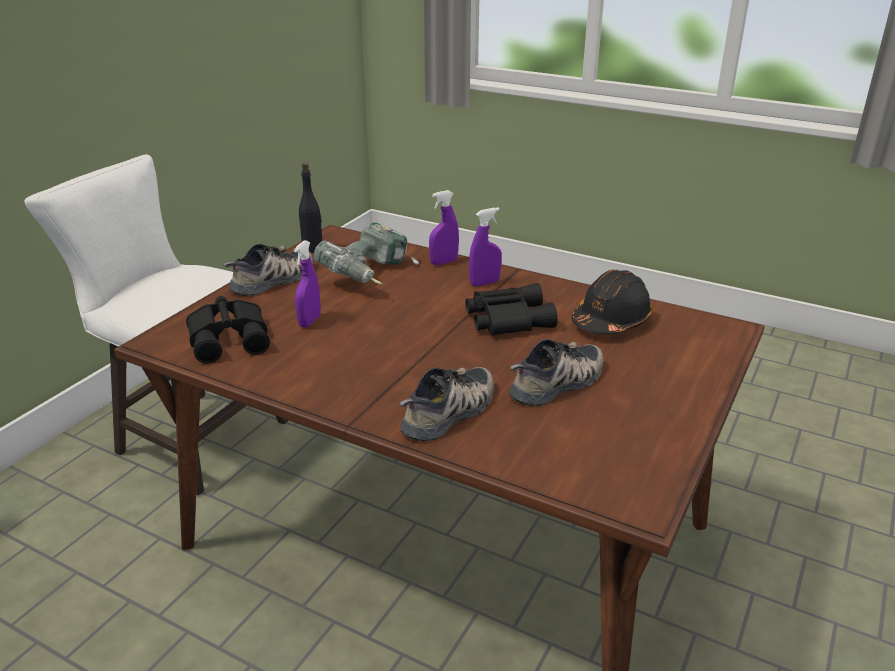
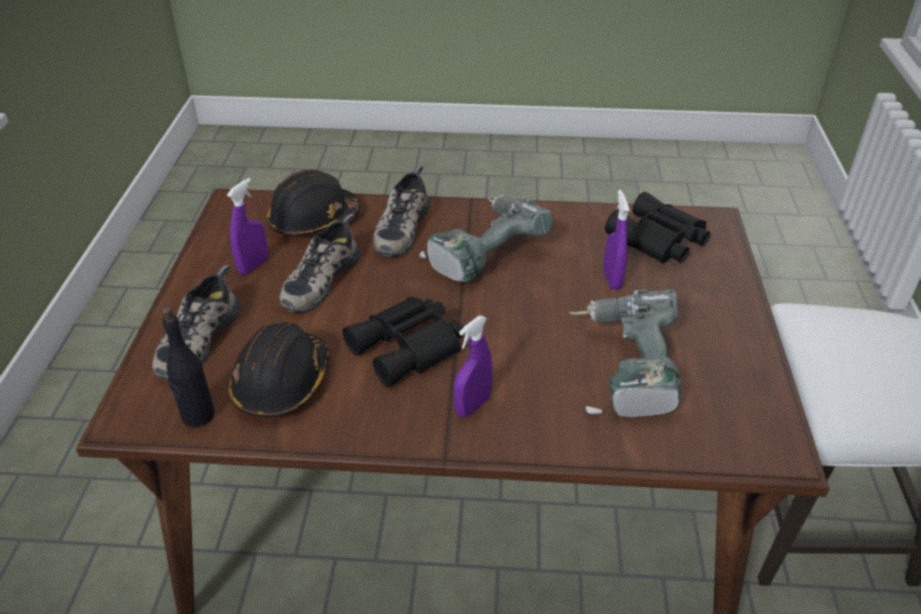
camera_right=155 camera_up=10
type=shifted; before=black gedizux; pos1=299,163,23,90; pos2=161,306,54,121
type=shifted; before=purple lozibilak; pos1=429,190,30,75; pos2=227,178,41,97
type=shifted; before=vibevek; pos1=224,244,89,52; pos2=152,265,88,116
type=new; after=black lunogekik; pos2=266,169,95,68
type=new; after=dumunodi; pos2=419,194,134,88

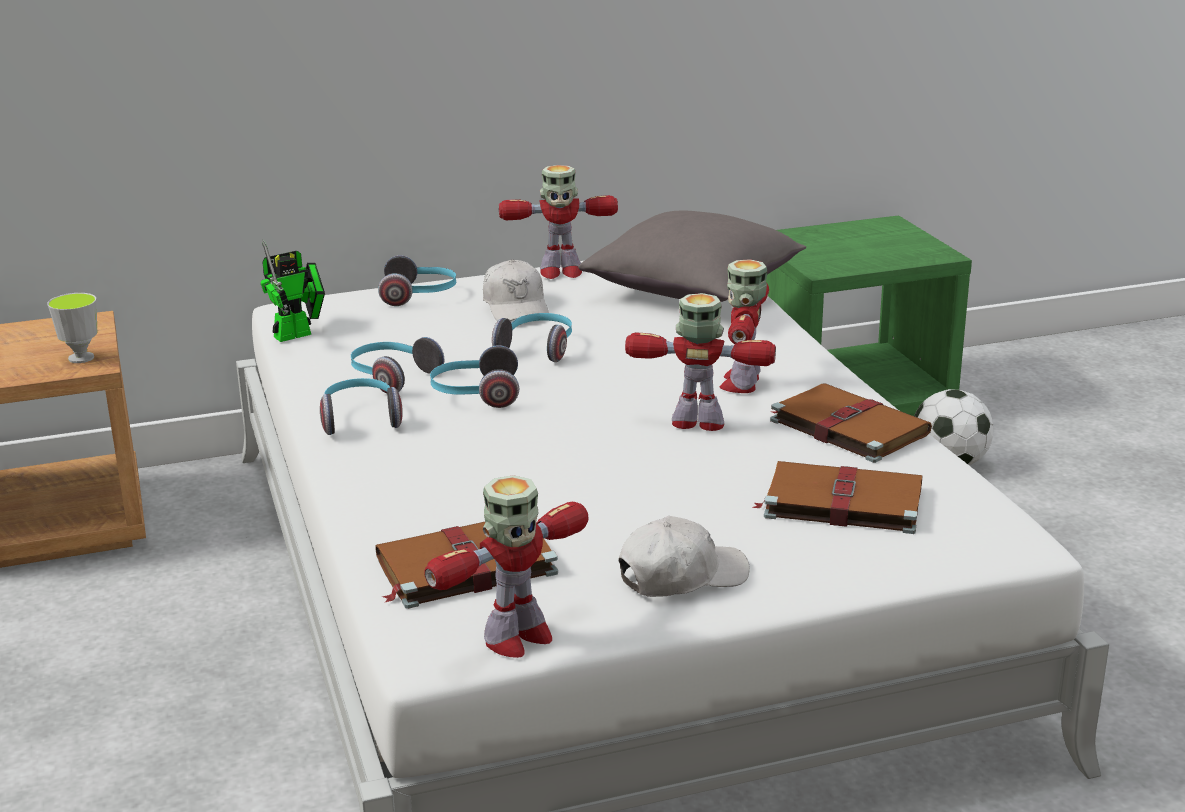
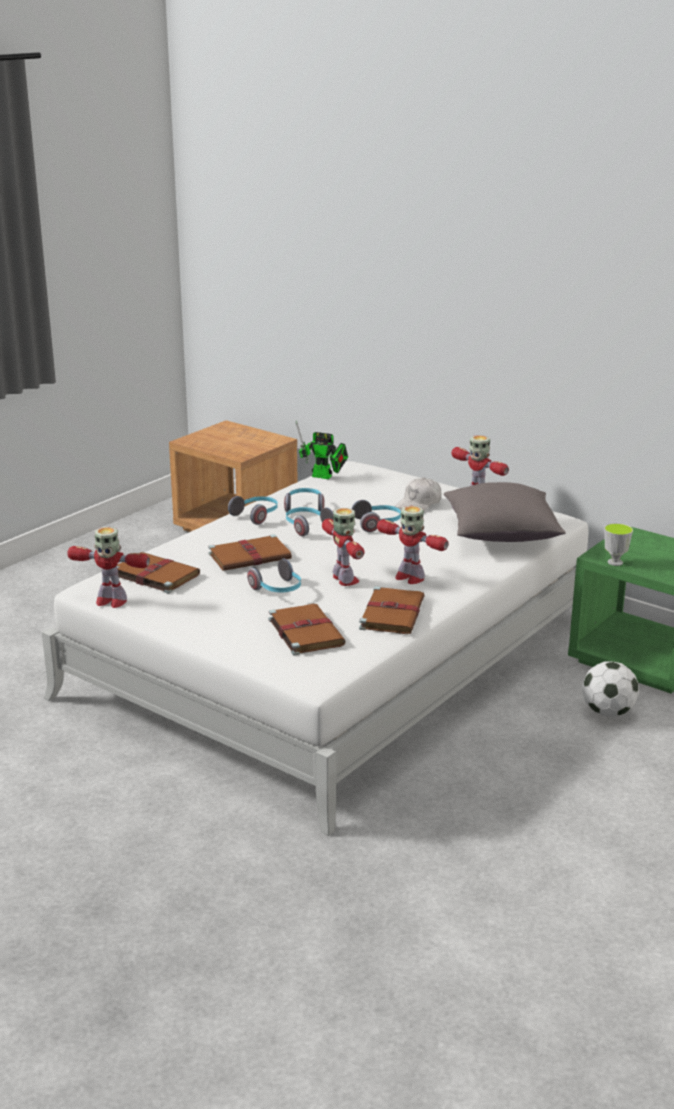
camera_right=55 camera_up=0
type=shifted; before=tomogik; pos1=378,255,78,51; pos2=247,559,54,34
type=rotated; before=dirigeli; pos1=720,259,49,134; pos2=377,506,72,78; turn=-120
type=shifted; before=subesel; pos1=47,293,50,70; pos2=604,523,29,43
type=gone; before=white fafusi; pos1=618,516,132,81
type=new; after=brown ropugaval; pos2=208,534,84,37

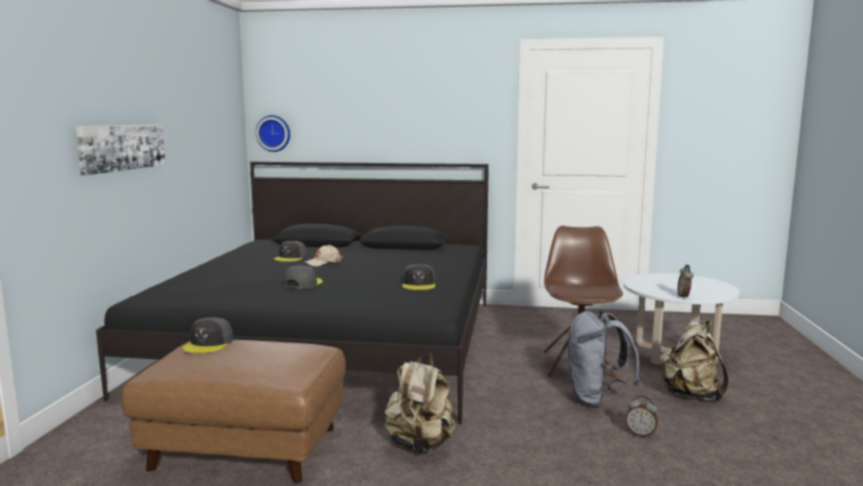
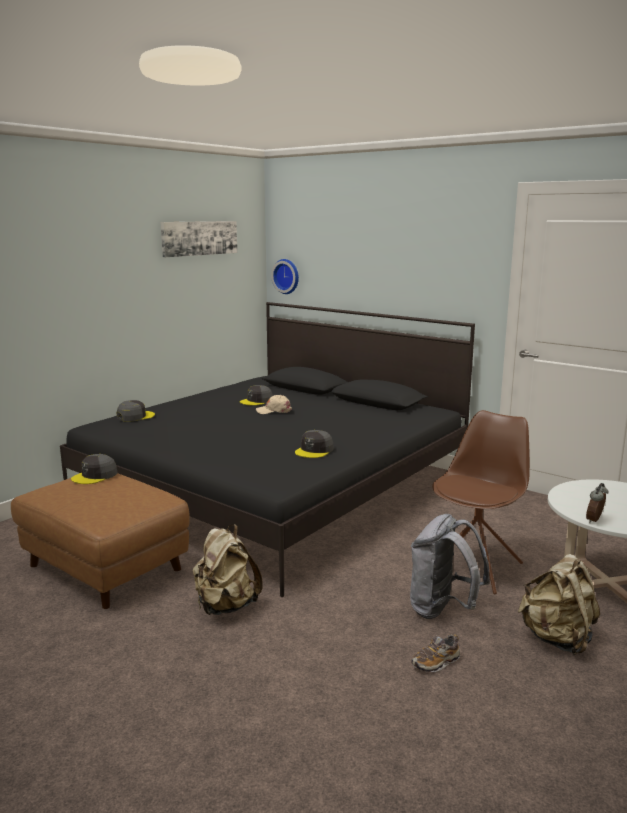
camera_right=30 camera_up=5
type=shifted; before=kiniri; pos1=76,124,89,51; pos2=160,221,77,36
type=shifted; before=grey fafusi; pos1=283,265,40,24; pos2=117,400,38,22
type=swapped; before=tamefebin; after=vibevek; pos1=625,396,33,41; pos2=411,634,49,38

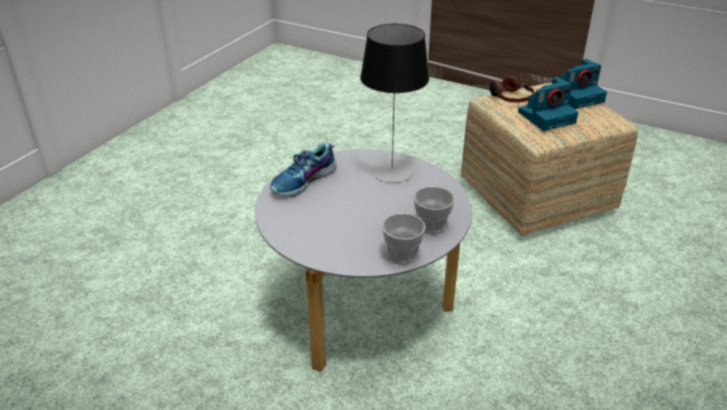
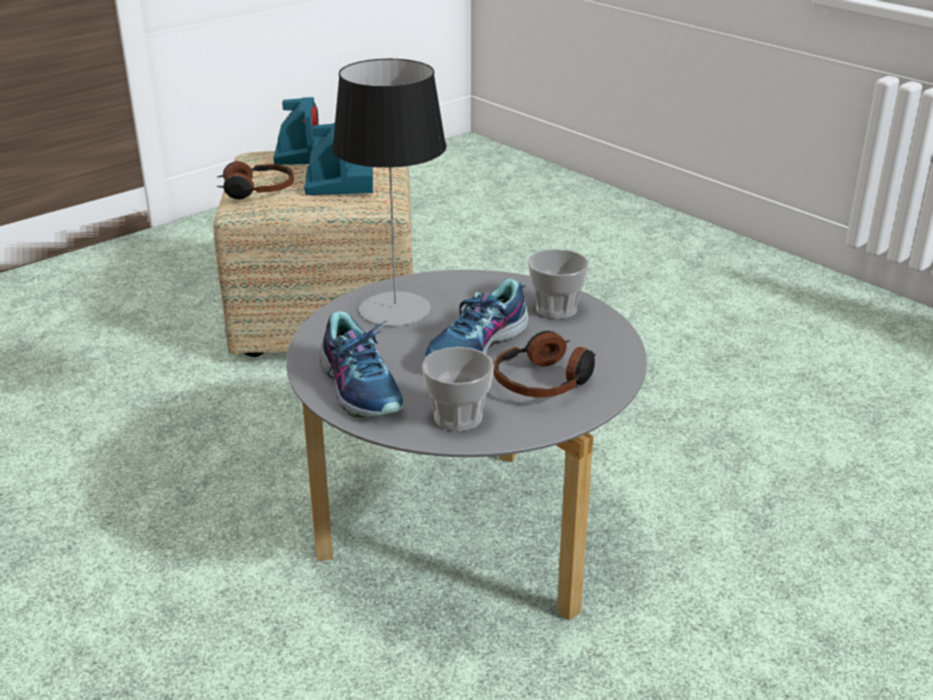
camera_right=-70 camera_up=-5
type=shifted; before=subesel; pos1=382,213,44,52; pos2=422,347,72,84
type=new; after=vibevek; pos2=424,278,104,80
type=new; after=tomogik; pos2=494,331,102,66

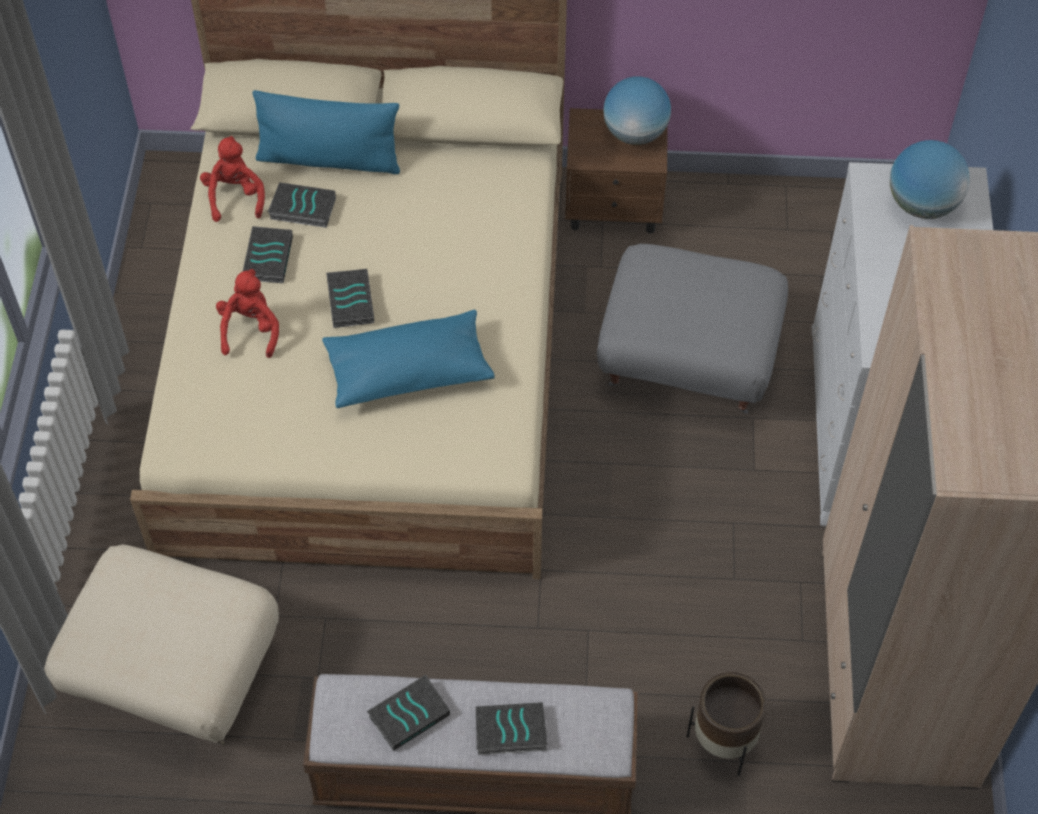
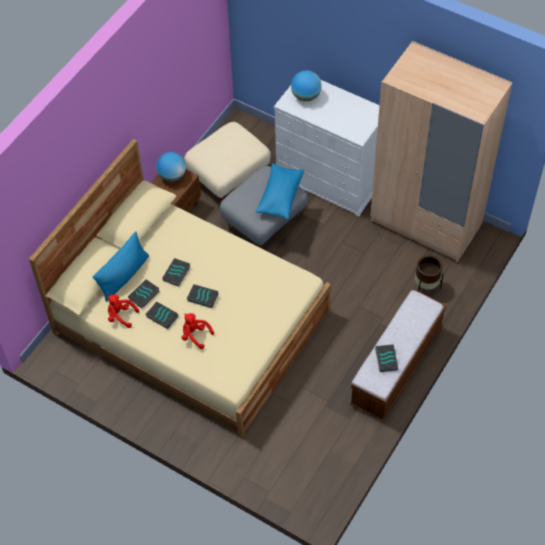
camera_right=-60 camera_up=0
type=shifted; before=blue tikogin; pos1=322,310,172,98; pos2=255,164,49,55
type=shifted; before=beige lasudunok; pos1=44,544,235,201; pos2=184,122,87,82
type=shifted; before=ropugaval; pos1=476,702,72,53; pos2=162,258,28,29

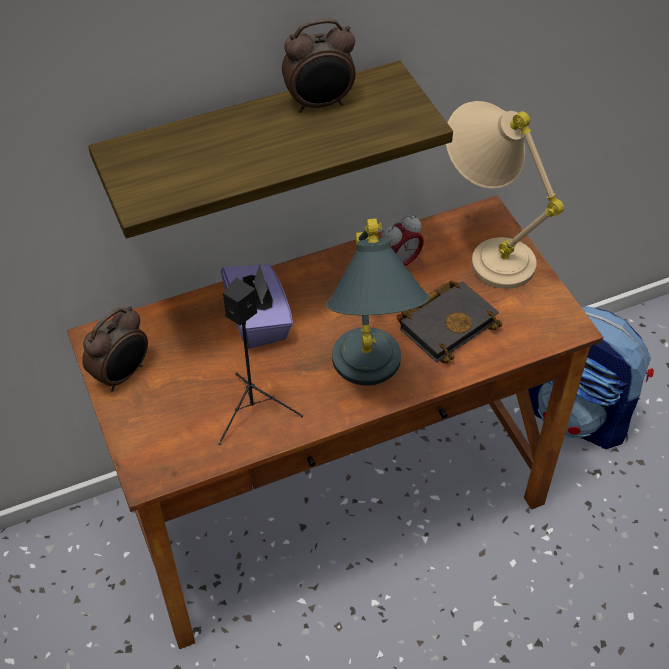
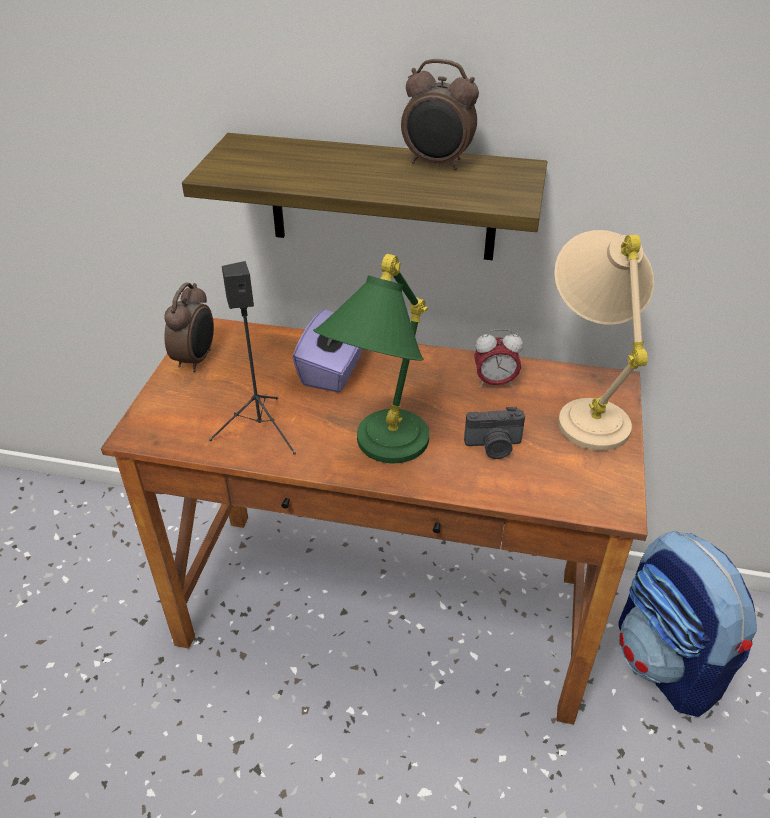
camera_right=35 camera_up=-10
type=repainted; before=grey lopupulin; after=green lopupulin; pos1=326,218,104,167; pos2=313,254,116,209
type=swapped; before=black ropugaval; after=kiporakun; pos1=397,280,105,83; pos2=464,407,61,52
type=rotated; before=tamefebin; pos1=82,306,66,86; pos2=164,283,50,89; turn=-60

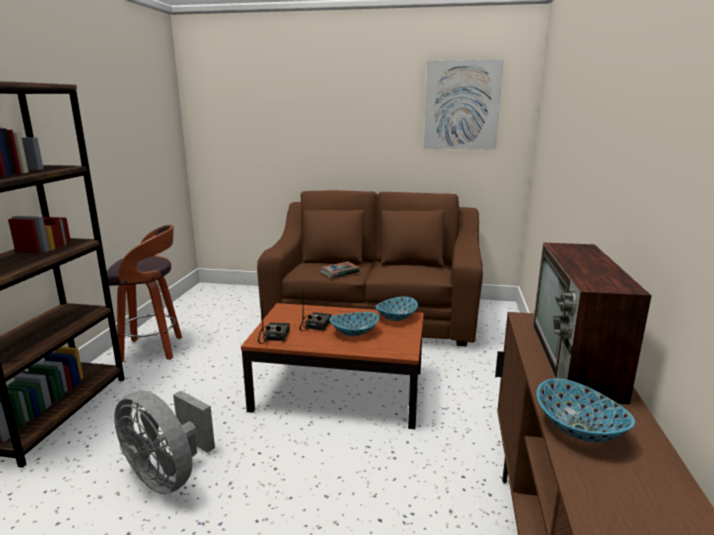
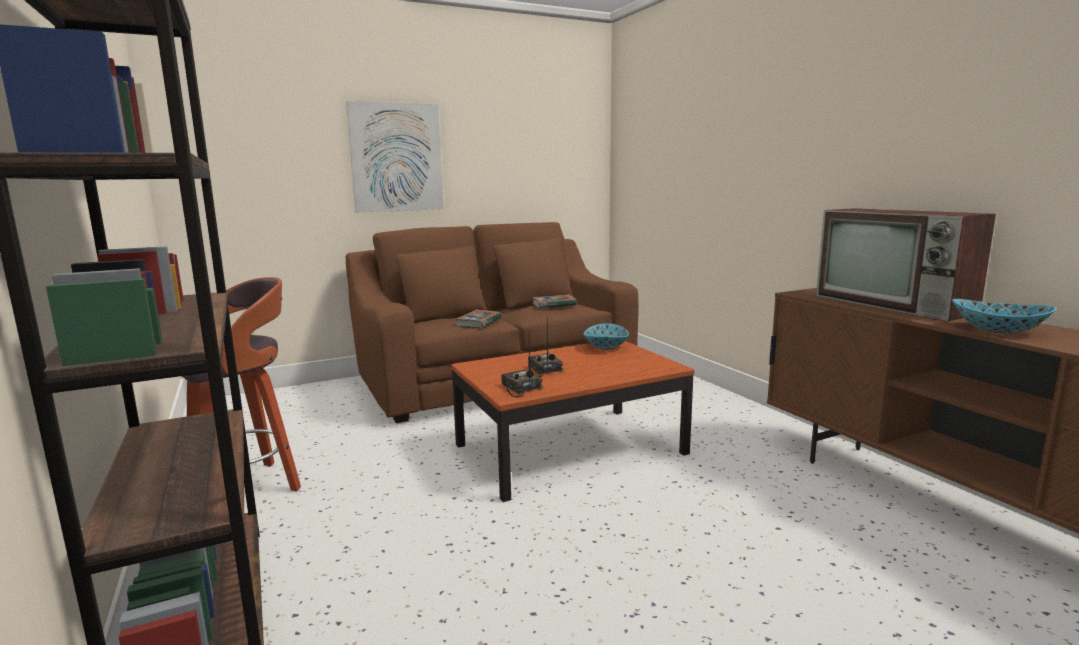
camera_right=-35 camera_up=-5
type=shifted; before=kiniri; pos1=424,60,79,90; pos2=346,101,98,111
type=gone; before=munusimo; pos1=330,312,49,24
type=gone; before=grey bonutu; pos1=114,391,101,103
type=new; after=ropugaval; pos2=532,294,45,14

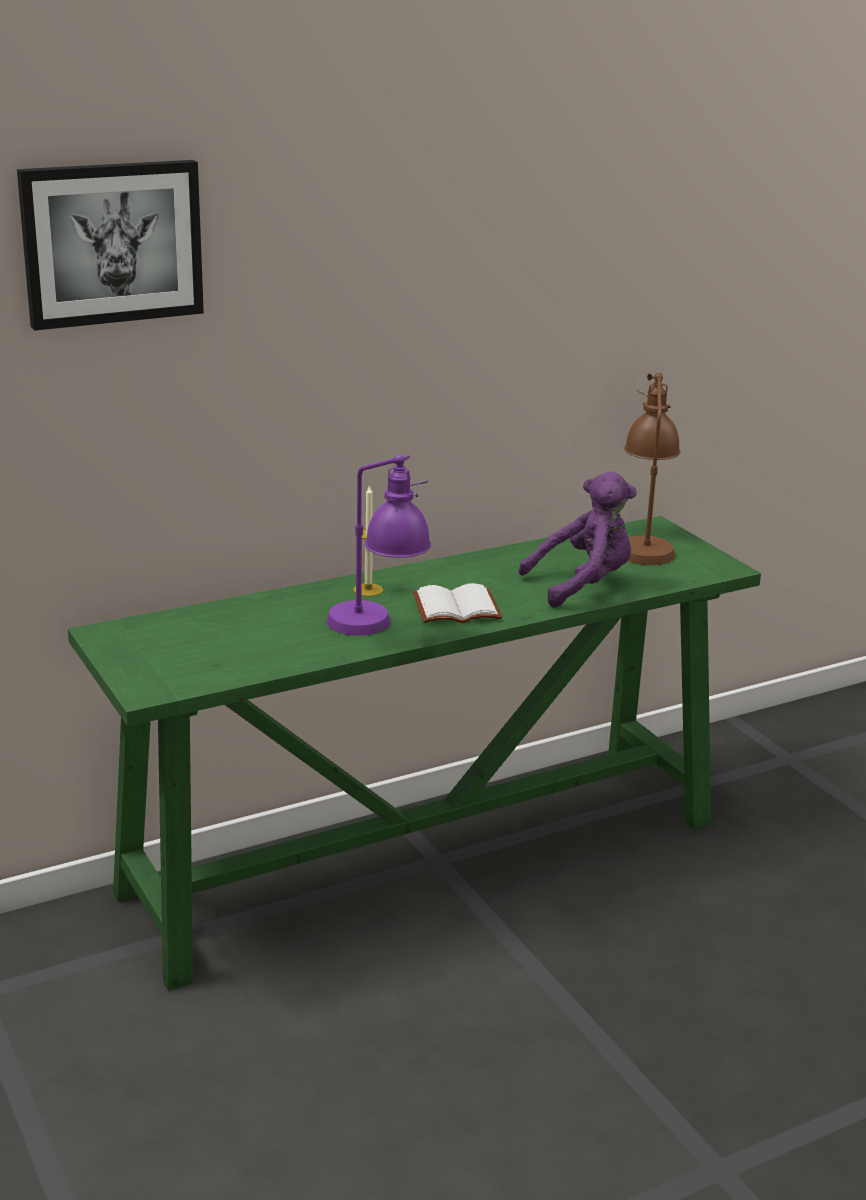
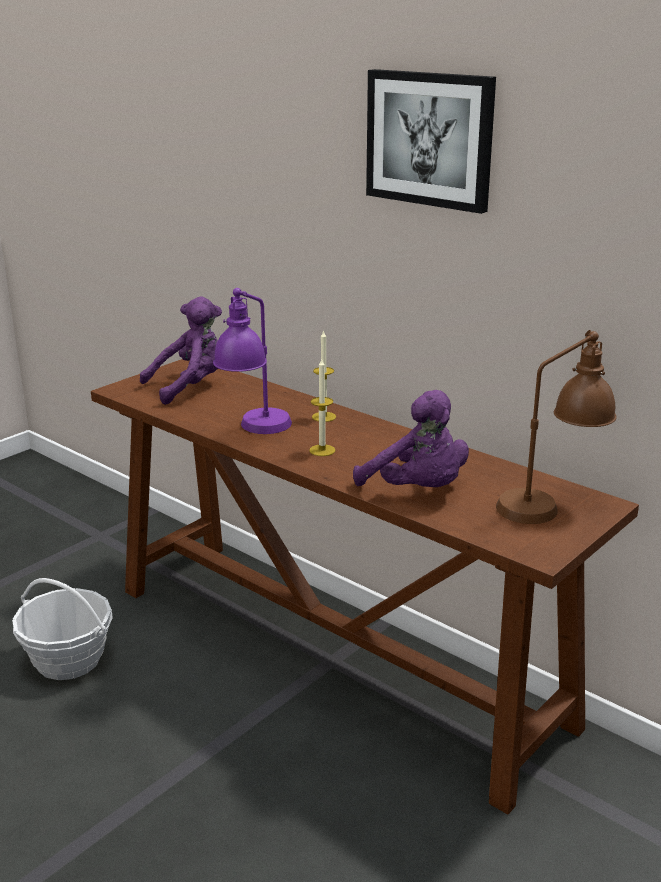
camera_right=70 camera_up=0
type=shifted; before=kiniri; pos1=17,160,187,171; pos2=366,69,130,145
type=repainted; before=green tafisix; after=brown tafisix; pos1=68,516,693,475; pos2=91,359,548,455
type=swapped; before=white ropugaval; after=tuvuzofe; pos1=413,583,89,40; pos2=309,359,26,97
type=new; after=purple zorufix; pos2=140,296,82,109
type=new; after=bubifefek; pos2=12,578,101,102

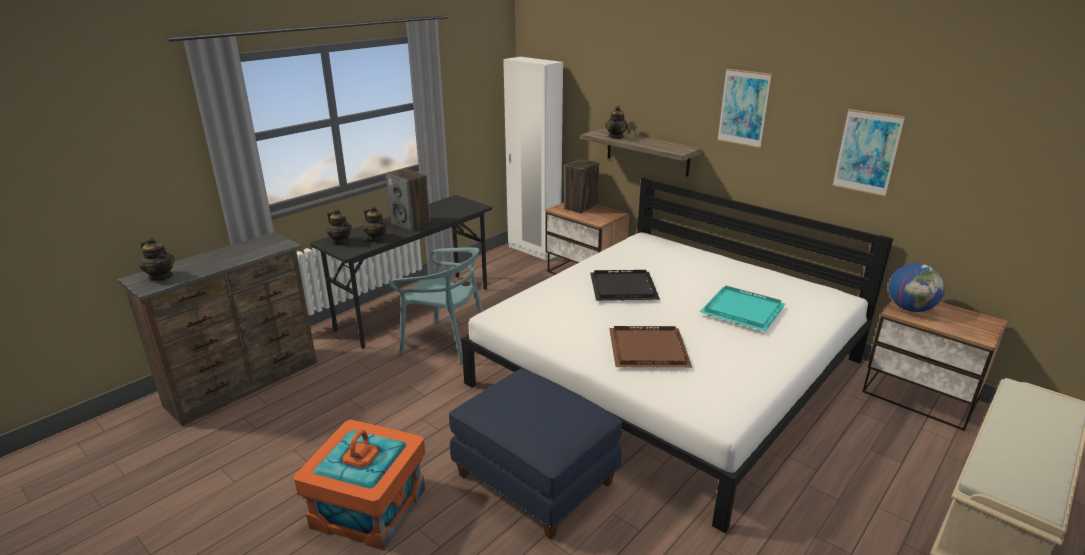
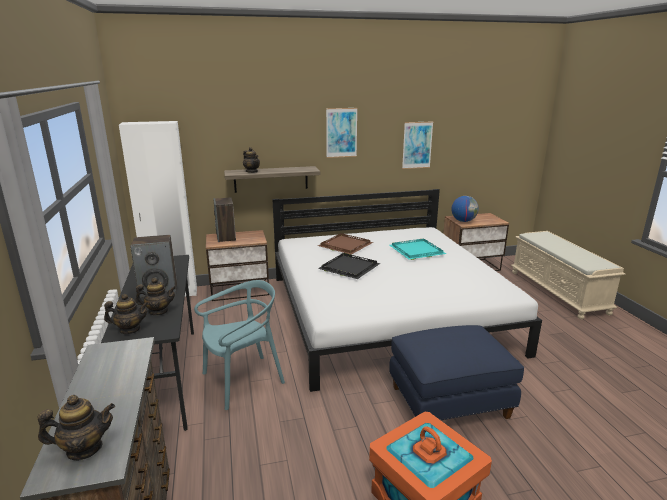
camera_right=-55 camera_up=-5
type=shifted; before=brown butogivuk; pos1=609,326,83,42; pos2=318,233,55,22

